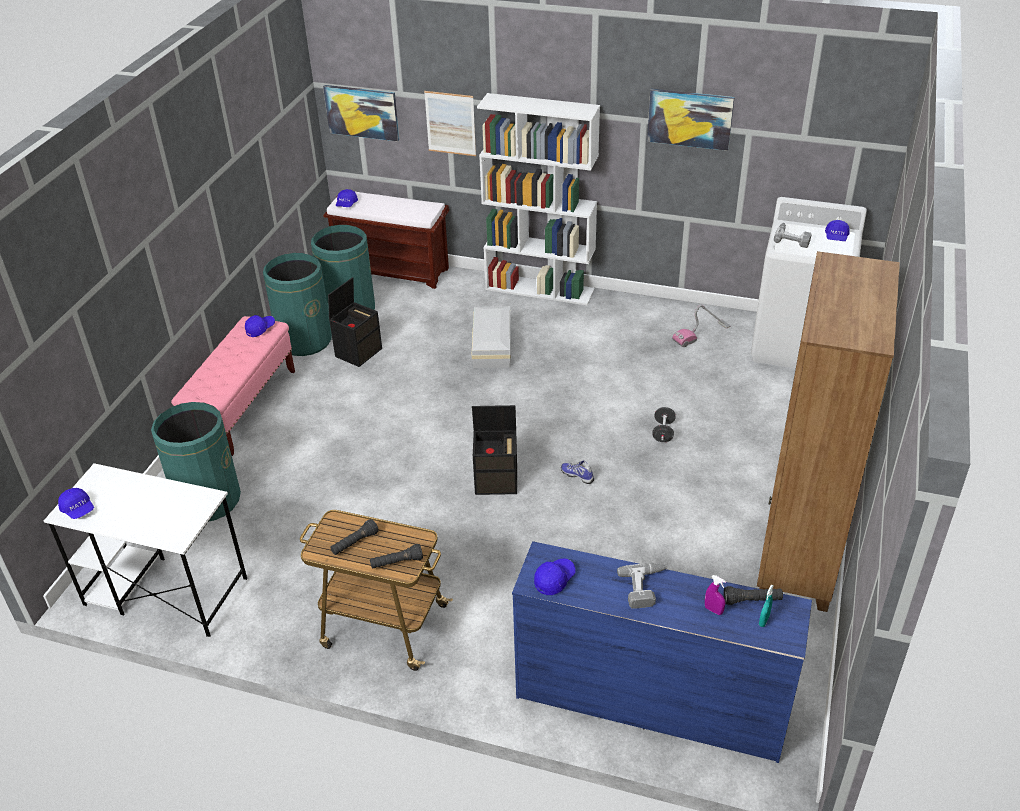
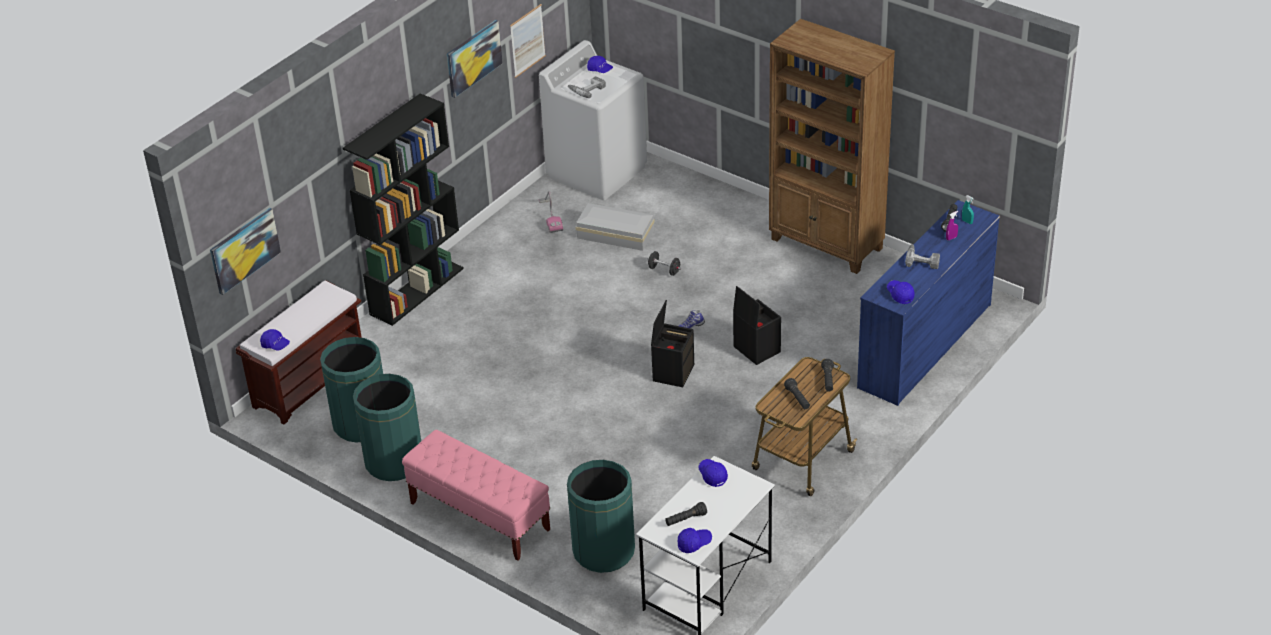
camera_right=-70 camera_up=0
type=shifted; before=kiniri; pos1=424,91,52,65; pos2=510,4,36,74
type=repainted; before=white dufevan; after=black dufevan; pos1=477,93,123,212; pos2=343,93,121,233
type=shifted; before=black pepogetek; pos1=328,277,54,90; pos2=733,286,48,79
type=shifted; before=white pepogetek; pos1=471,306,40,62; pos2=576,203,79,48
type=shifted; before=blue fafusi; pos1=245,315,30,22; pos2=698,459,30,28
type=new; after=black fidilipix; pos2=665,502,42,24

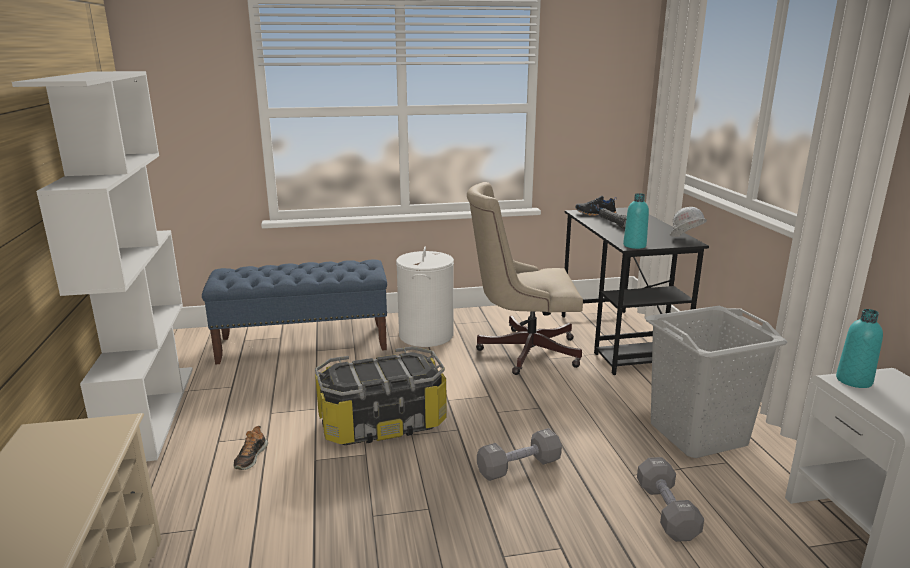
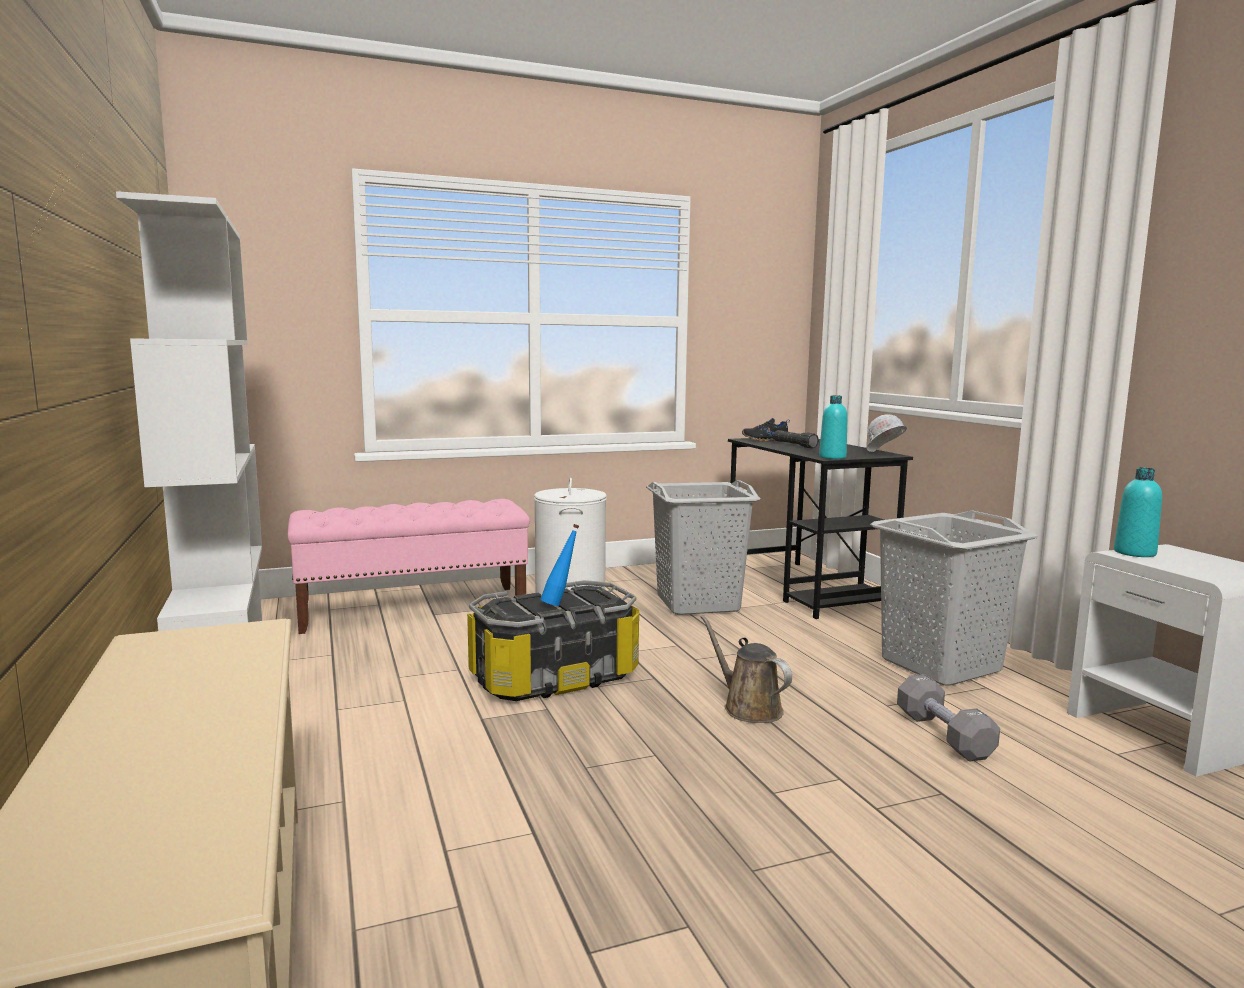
camera_right=-10 camera_up=-10
type=swapped; before=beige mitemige; after=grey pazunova; pos1=467,182,116,193; pos2=646,480,115,135
type=repainted; before=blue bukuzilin; after=pink bukuzilin; pos1=202,259,185,106; pos2=288,499,242,135
type=gone; before=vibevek; pos1=234,426,34,44
type=swapped; before=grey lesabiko; after=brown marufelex; pos1=477,428,85,53; pos2=700,615,92,108
type=new; after=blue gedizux; pos2=540,524,39,82

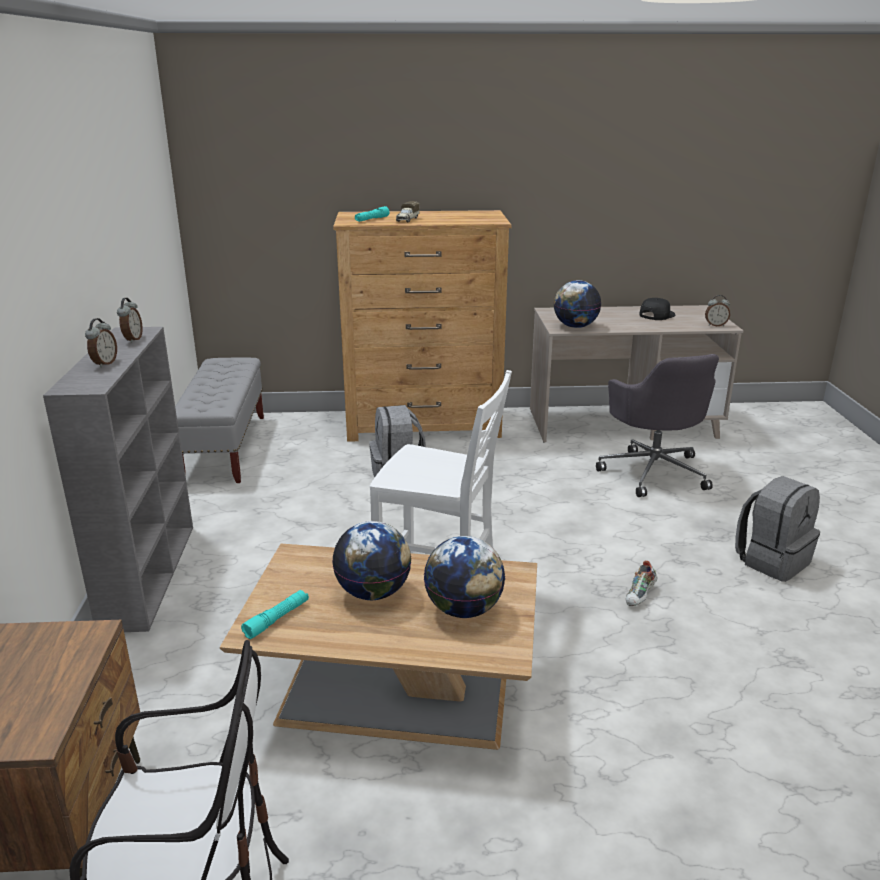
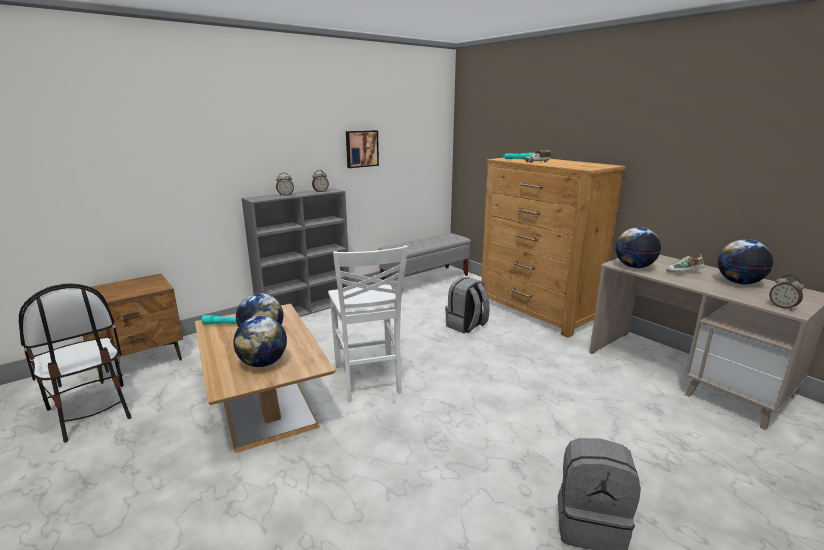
camera_right=55 camera_up=-5
type=swapped; before=black fafusi; after=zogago; pos1=639,298,36,22; pos2=718,239,55,45
type=gone; before=grey mitemige; pos1=596,354,123,143
type=shifted; before=vibevek; pos1=626,561,32,45; pos2=666,254,39,18
type=new; after=kiniri; pos2=346,130,33,38

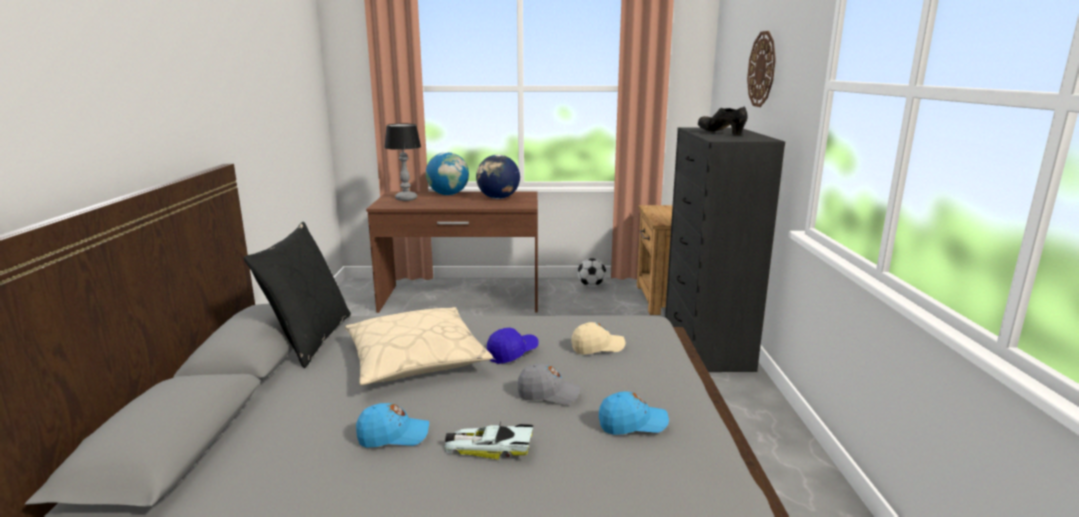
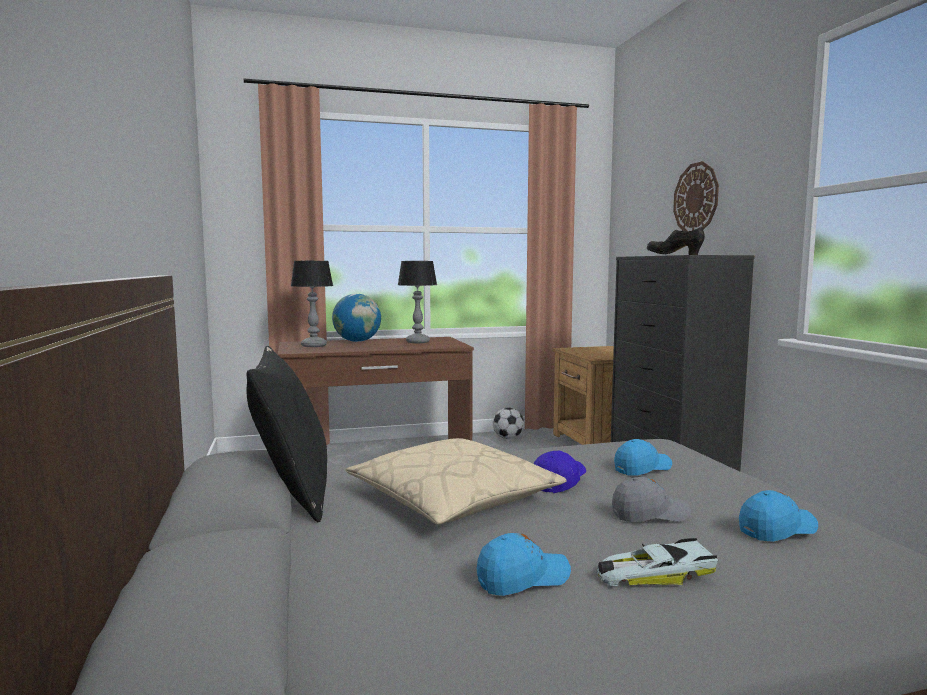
camera_right=-15 camera_up=-10
type=swapped; before=zogago; after=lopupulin; pos1=476,155,44,44; pos2=398,261,39,82
type=repainted; before=beige fafusi; after=blue fafusi; pos1=571,322,54,33; pos2=614,439,58,37

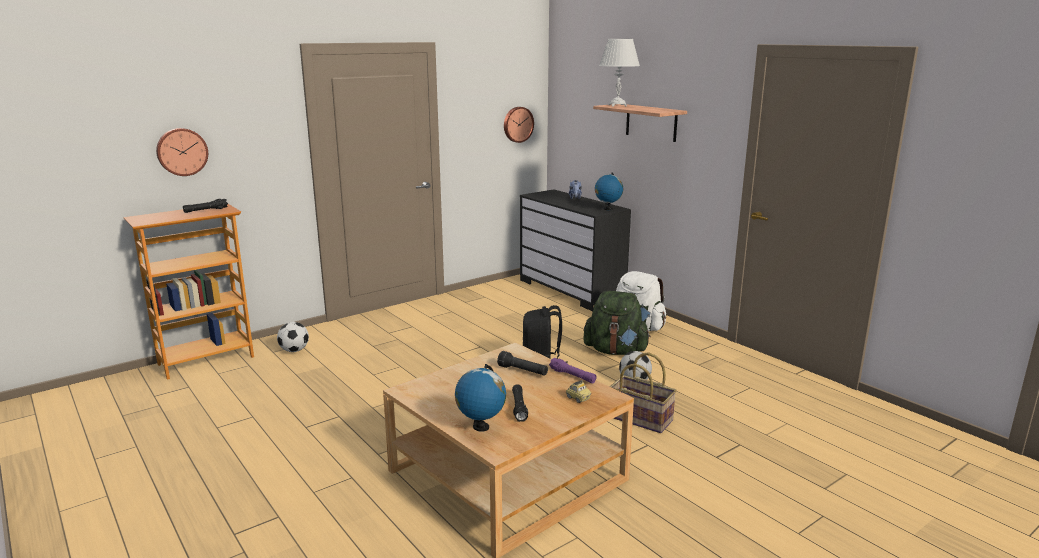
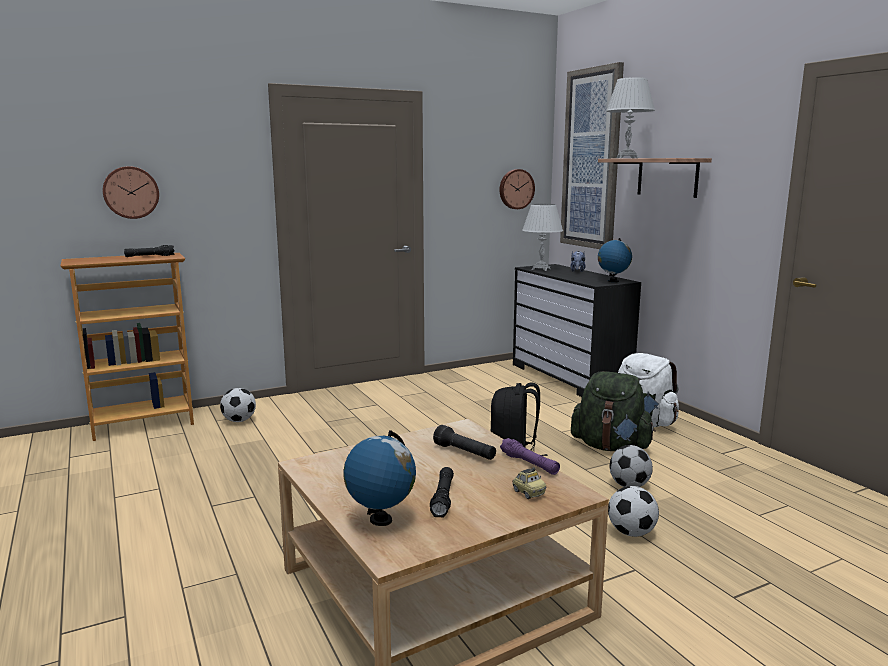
camera_right=10 camera_up=-5
type=swapped; before=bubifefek; after=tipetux; pos1=610,352,67,81; pos2=608,486,51,51
type=new; after=kiniri; pos2=560,62,64,187
type=new; after=white lopupulin; pos2=522,204,41,67

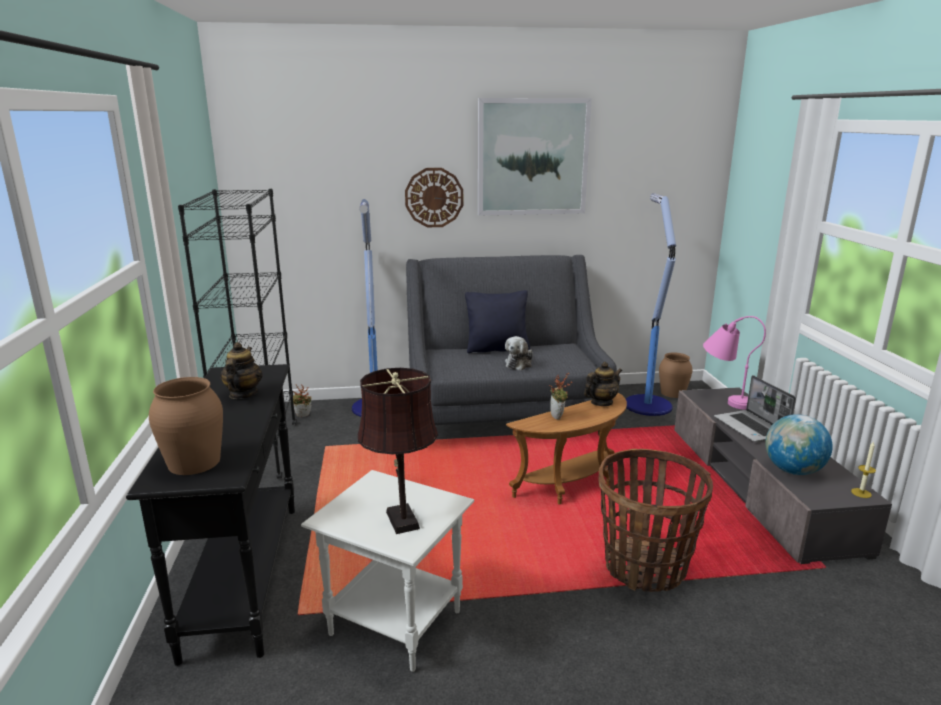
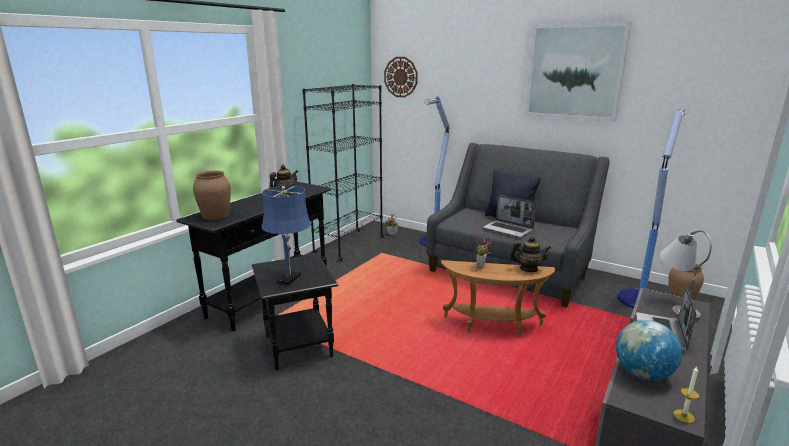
camera_right=40 camera_up=0
type=shifted; before=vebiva; pos1=405,168,58,59; pos2=384,57,34,41
type=repainted; before=pink lopupulin; after=grey lopupulin; pos1=703,316,63,94; pos2=660,230,52,92
type=swapped; before=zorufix; after=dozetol; pos1=505,336,28,34; pos2=483,195,54,43
type=repainted; before=brown lopupulin; after=blue lopupulin; pos1=358,368,80,166; pos2=262,185,49,101
type=gone; before=bubifefek; pos1=599,449,114,143
type=repainted; before=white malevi; after=black malevi; pos1=301,470,173,202; pos2=252,254,86,116

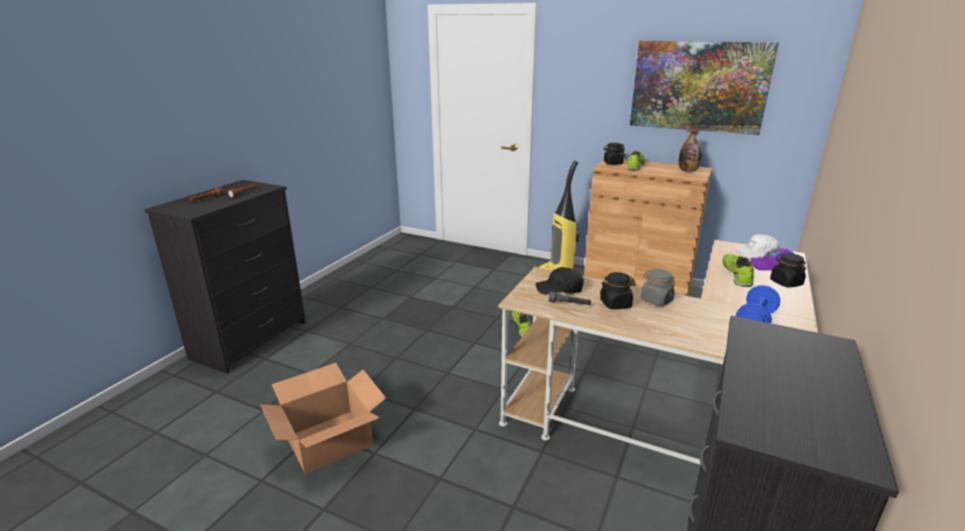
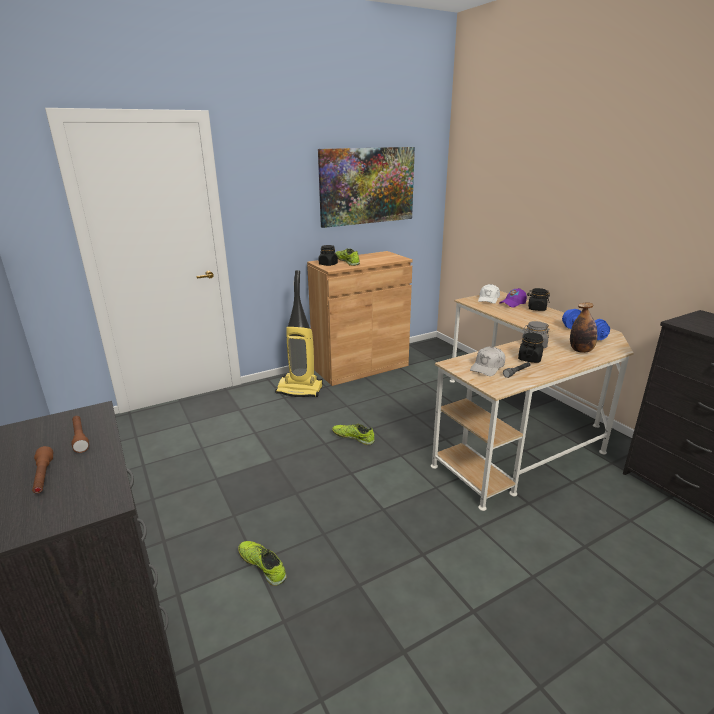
camera_right=-55 camera_up=0
type=shifted; before=gedizux; pos1=679,129,23,43; pos2=570,302,27,51
type=shifted; before=vibevek; pos1=723,253,31,34; pos2=238,541,49,45
type=repainted; before=black fafusi; after=white fafusi; pos1=536,267,48,27; pos2=470,347,35,29
type=gone; before=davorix; pos1=260,363,126,111

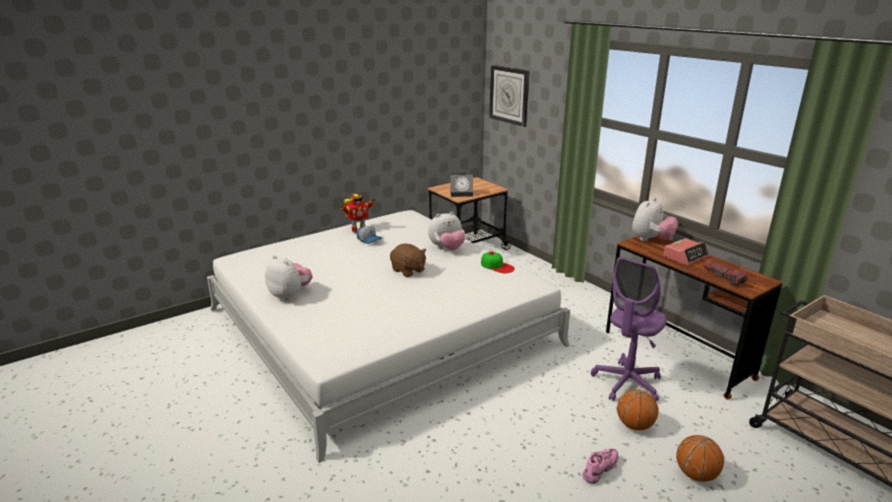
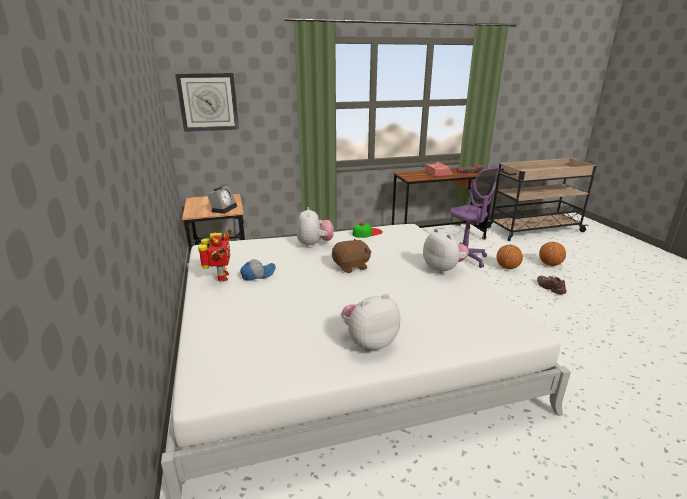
camera_right=-70 camera_up=0
type=shifted; before=zorufix; pos1=632,197,46,44; pos2=423,228,46,46
type=repainted; before=pink vibevek; after=brown vibevek; pos1=582,449,37,35; pos2=537,276,30,18

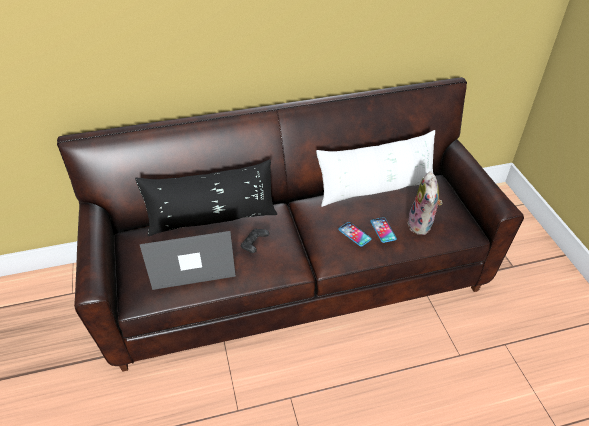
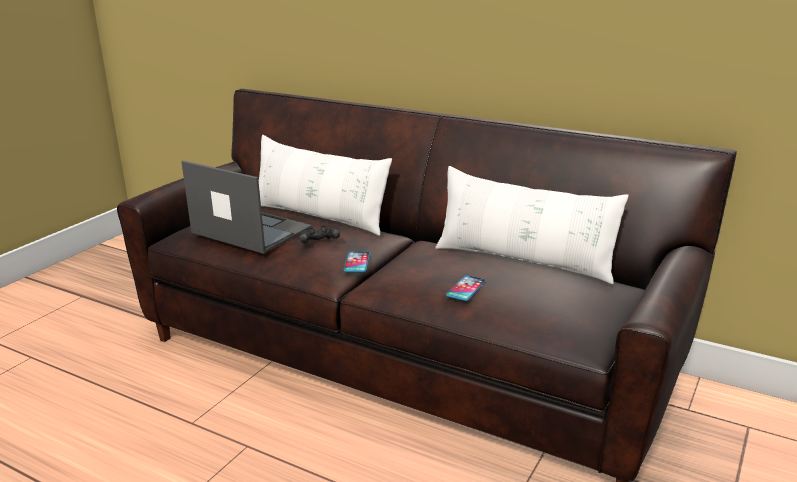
camera_right=45 camera_up=-20
type=repainted; before=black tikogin; after=white tikogin; pos1=135,159,142,77; pos2=259,135,133,101
type=gone; before=zorufix; pos1=408,172,34,63
type=shifted; before=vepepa; pos1=338,222,34,25; pos2=344,251,26,21

